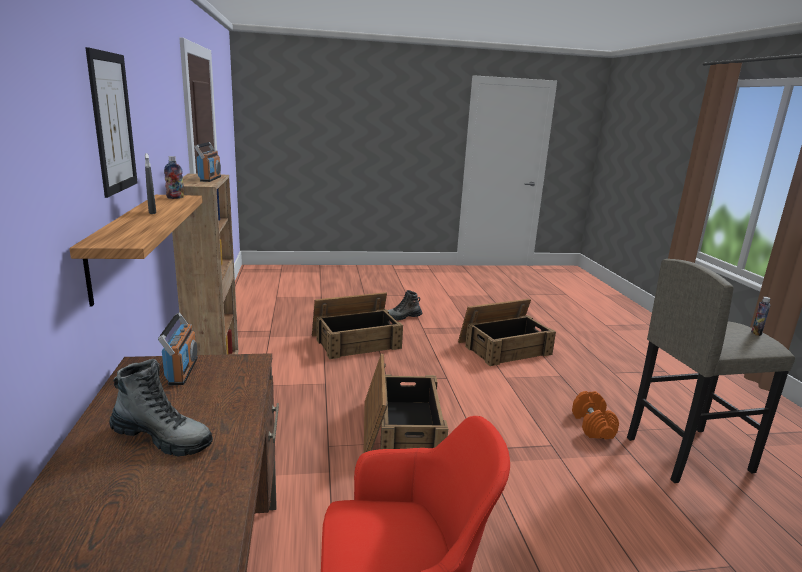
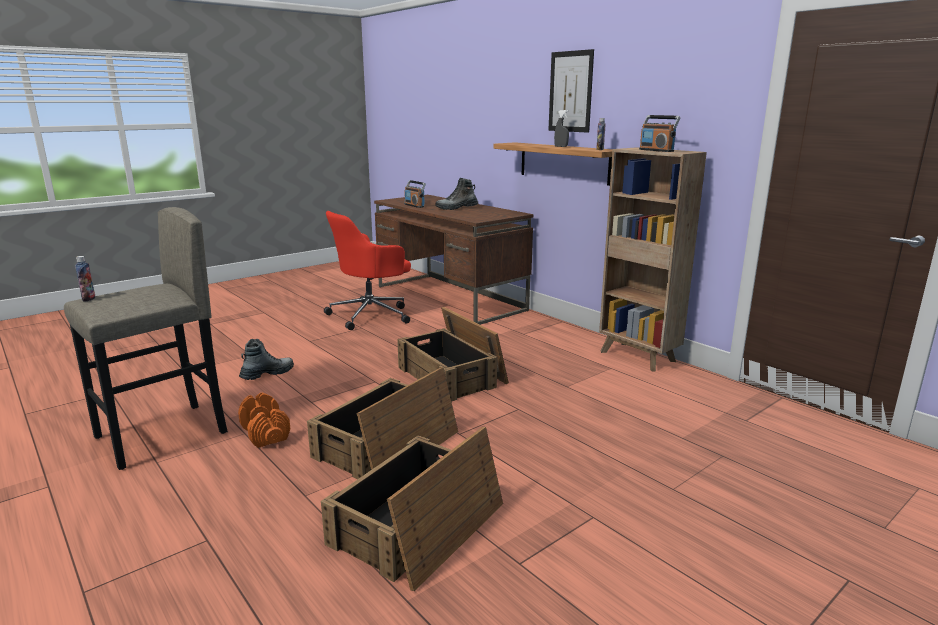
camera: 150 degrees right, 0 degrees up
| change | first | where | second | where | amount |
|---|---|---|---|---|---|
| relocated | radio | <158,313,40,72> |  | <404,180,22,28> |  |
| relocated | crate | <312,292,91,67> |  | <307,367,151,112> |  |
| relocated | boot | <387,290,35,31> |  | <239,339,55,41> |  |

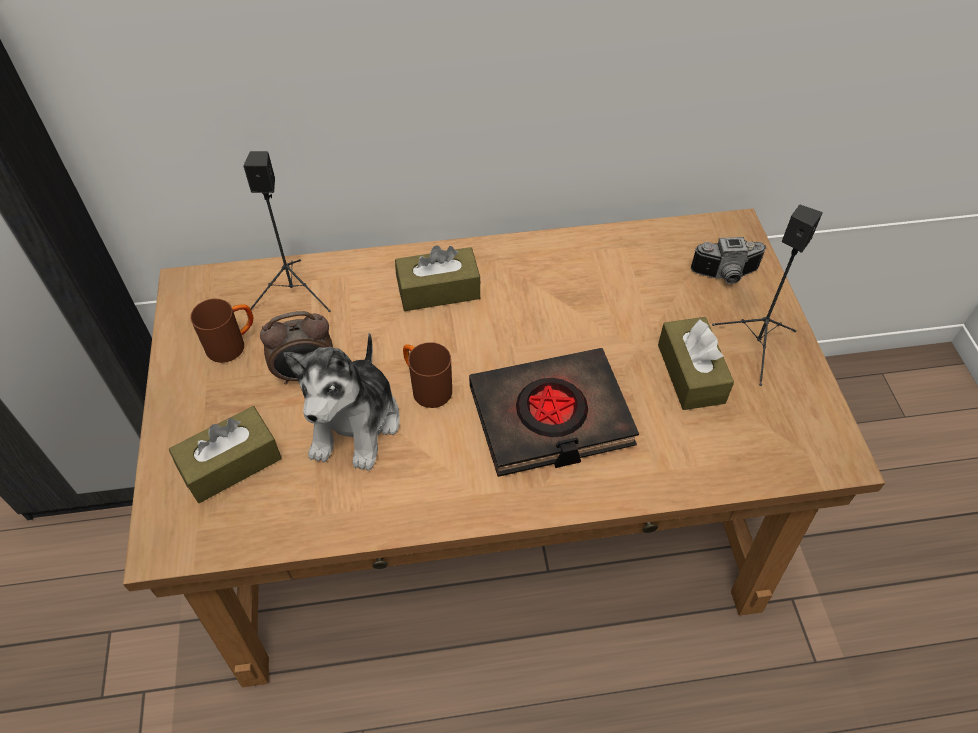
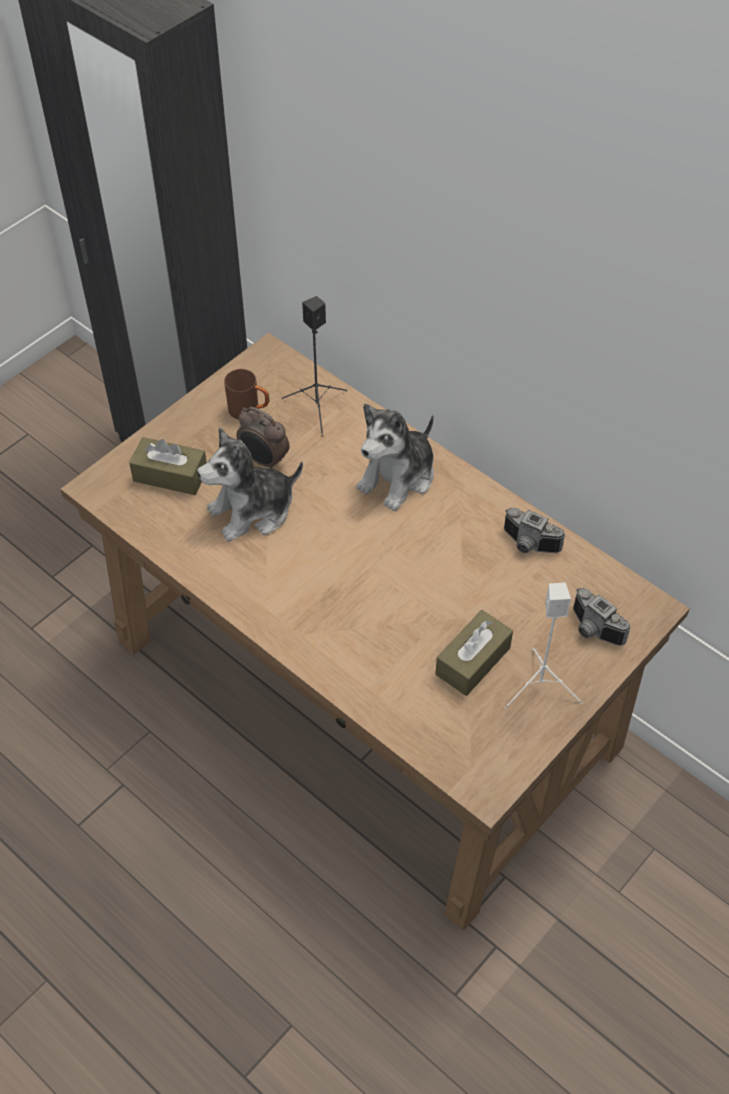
camera: 50 degrees right, 0 degrees up
| change | first | where | second | where | amount |
|---|---|---|---|---|---|
| missing | brown mug | <403,342,49,66> |  |  |  |
| missing | black book | <469,348,170,129> |  |  |  |
| appeared |  |  | photo camera | <504,508,62,45> |  |
| exchanged | brown tissue box | <395,245,86,66> | plush toy | <356,403,78,108> |  |
| colour | black speaker | <712,205,111,181> | white speaker | <505,583,78,126> |  |

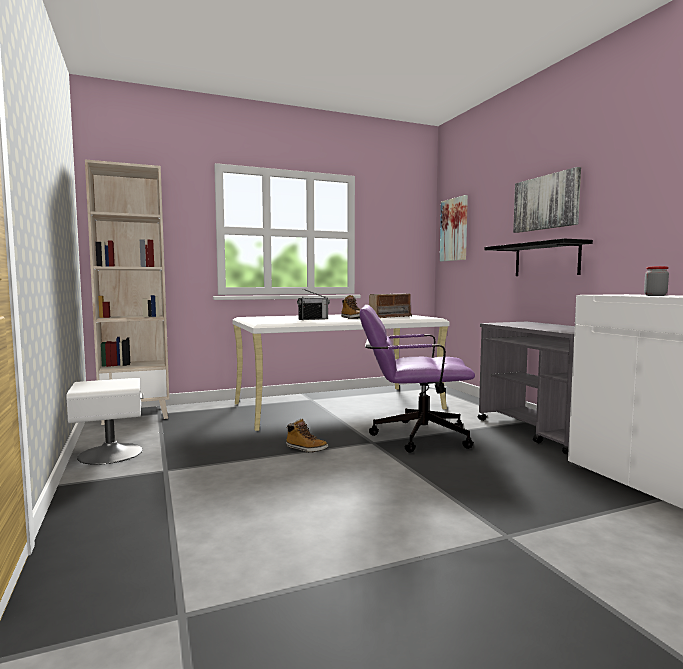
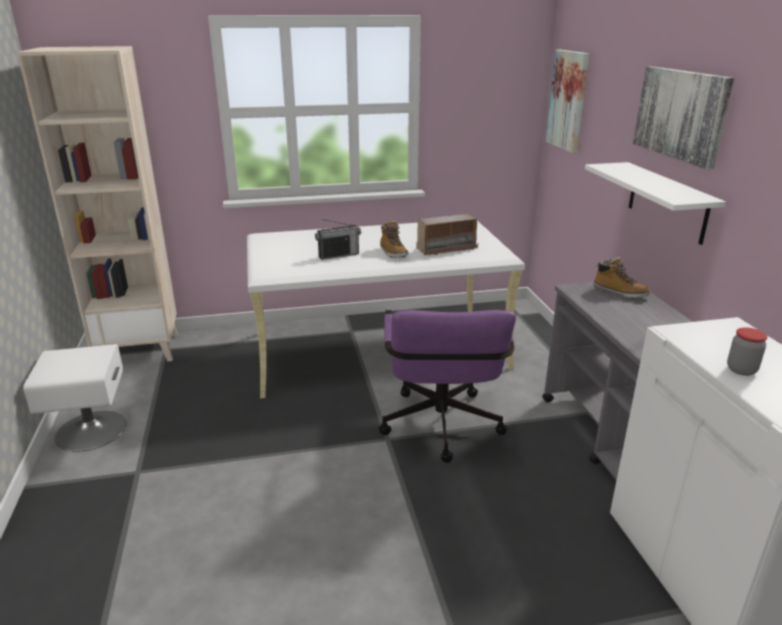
camera: 10 degrees right, 20 degrees up
| change | first | where | second | where | amount |
|---|---|---|---|---|---|
| relocated | boot | <286,419,42,33> |  | <593,257,58,42> |  |
| colour | black shelf | <484,238,109,38> | white shelf | <585,162,141,83> |  |
| spun | purple office chair | <359,305,116,148> |  | <379,310,137,153> | 105 degrees counterclockwise |

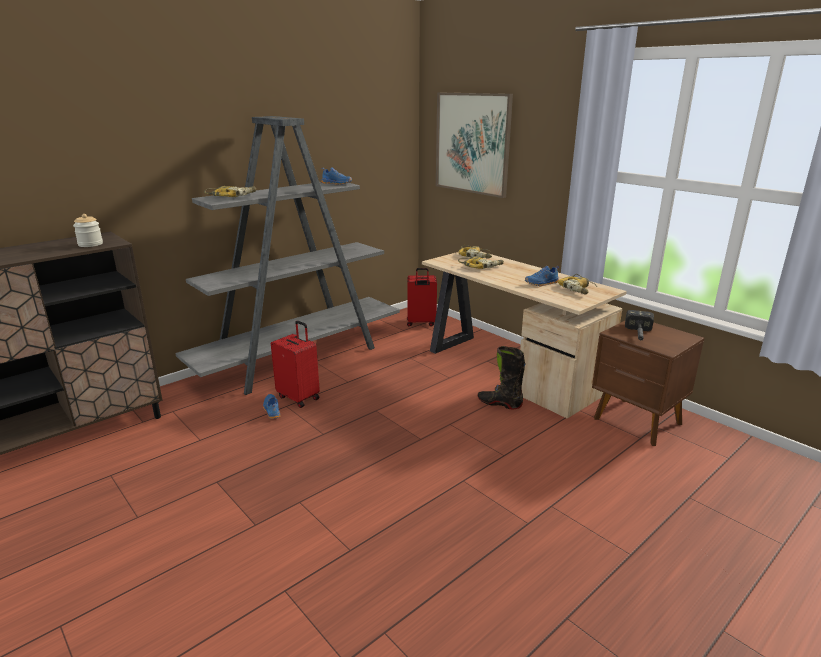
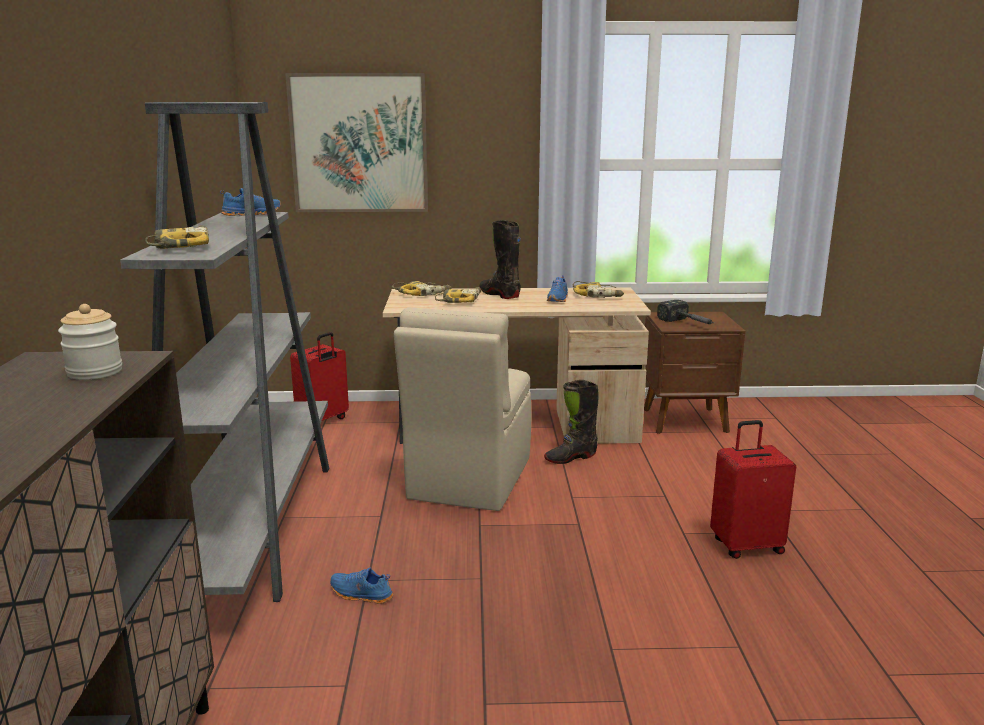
camera: 50 degrees left, 5 degrees down
| change | first | where | second | where | amount |
|---|---|---|---|---|---|
| appeared |  |  | beige chair | <394,307,137,204> |  |
| appeared |  |  | black boot | <479,220,42,79> |  |
| relocated | red suitcase | <271,321,49,87> |  | <710,420,86,139> |  |

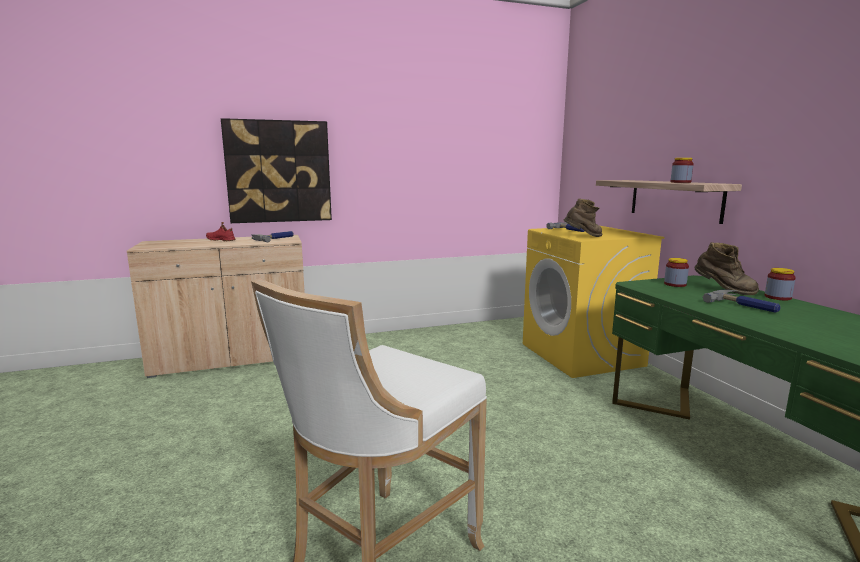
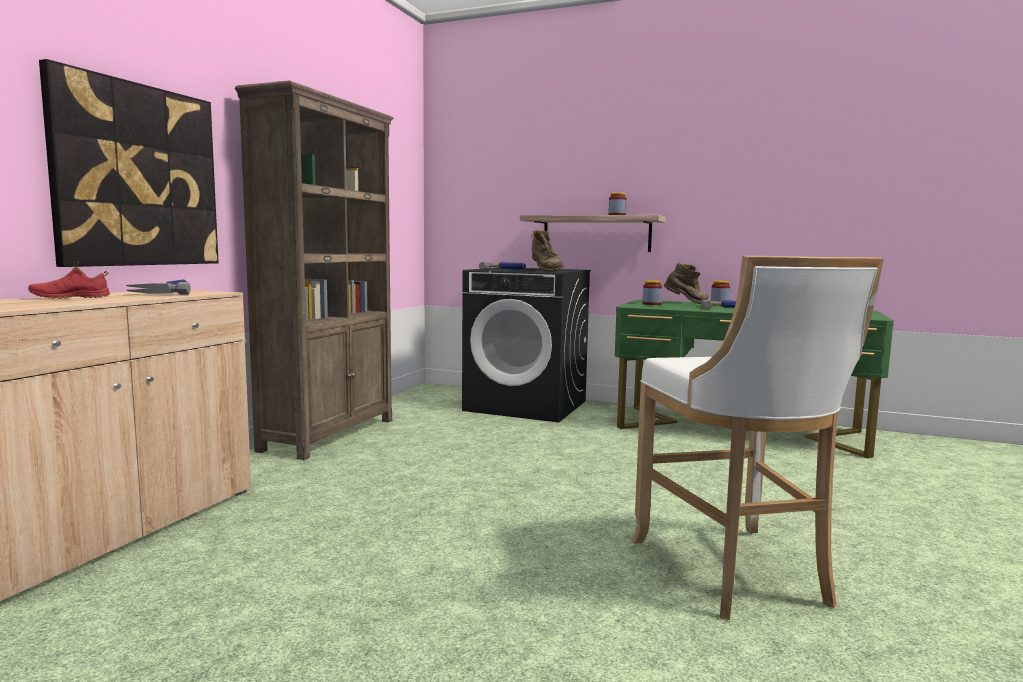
camera: 50 degrees left, 5 degrees down
| change | first | where | second | where | amount |
|---|---|---|---|---|---|
| appeared |  |  | brown bookcase | <235,81,159,379> |  |
| colour | yellow washing machine | <523,226,141,152> | black washing machine | <462,268,129,154> |  |
| spun | brown boot | <564,198,38,39> |  | <531,230,33,42> | 135 degrees clockwise |

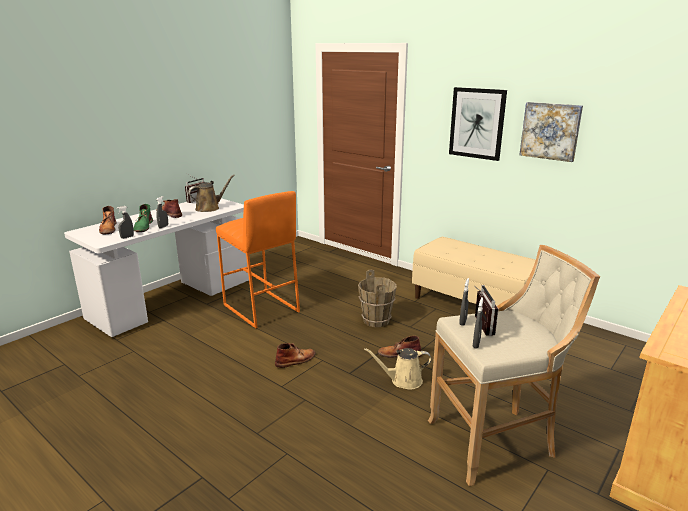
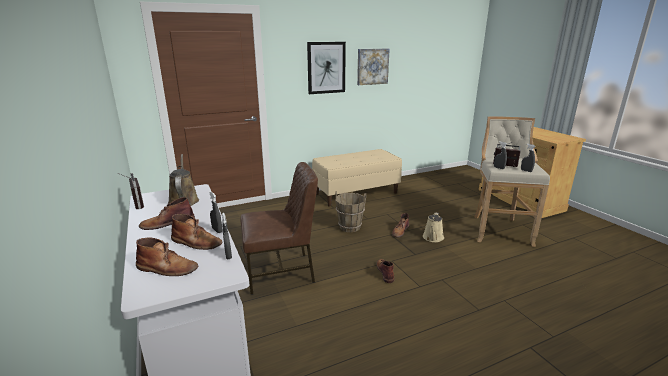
camera: 65 degrees left, 0 degrees up
| change | first | where | second | where | amount |
|---|---|---|---|---|---|
| exchanged | orange stool | <216,191,84,137> | brown chair | <241,162,77,133> |  |
| colour | green boot | <134,204,19,28> | brown boot | <171,214,52,36> |  |

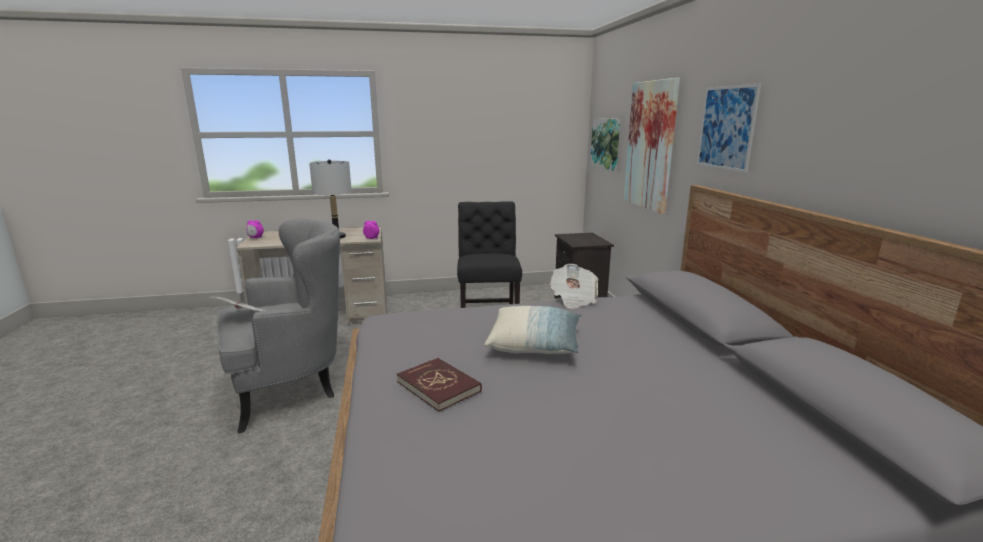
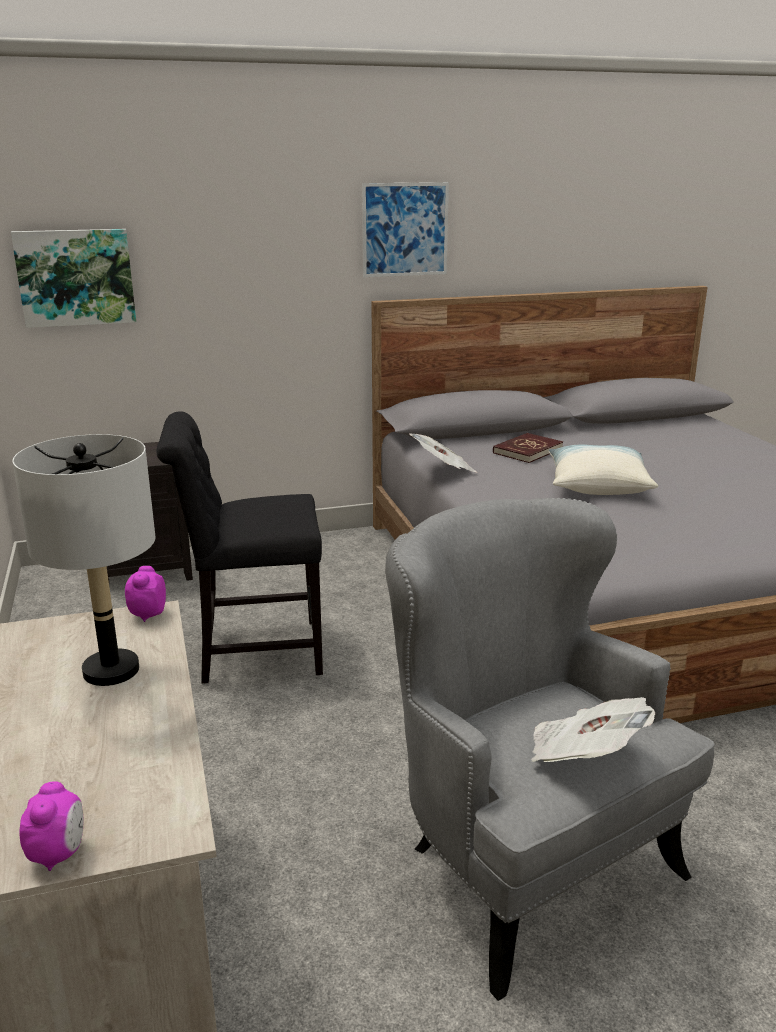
camera: 95 degrees left, 5 degrees up
| change | first | where | second | where | amount |
|---|---|---|---|---|---|
| missing | picture | <624,78,56,136> |  |  |  |
| relocated | red book | <397,358,85,53> |  | <493,433,70,30> |  |

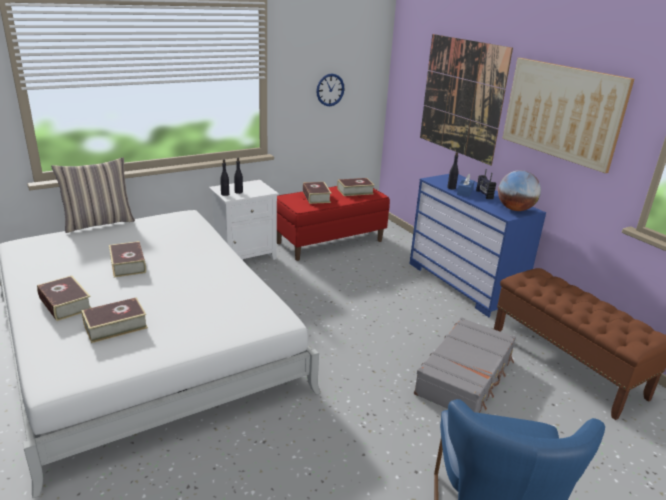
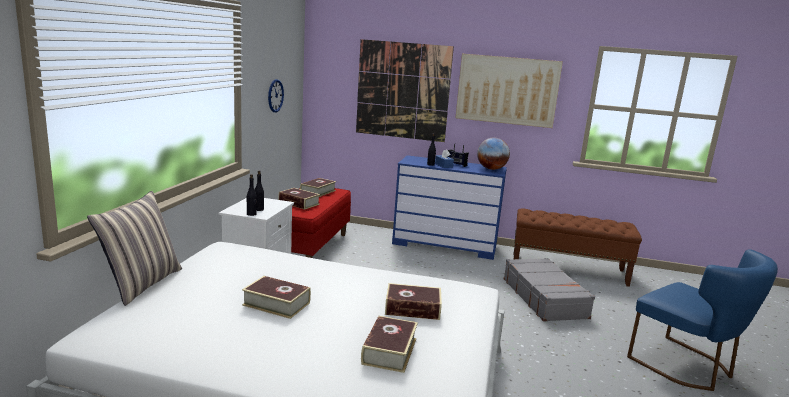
camera: 45 degrees left, 10 degrees down
| change | first | where | second | where | amount |
|---|---|---|---|---|---|
| relocated | book | <37,276,54,45> |  | <385,283,57,37> |  |

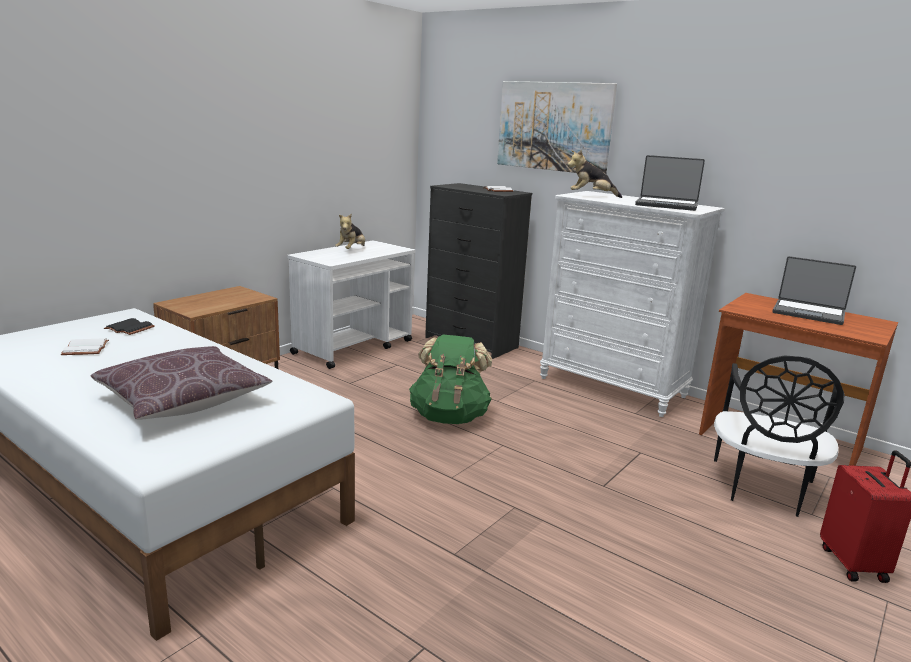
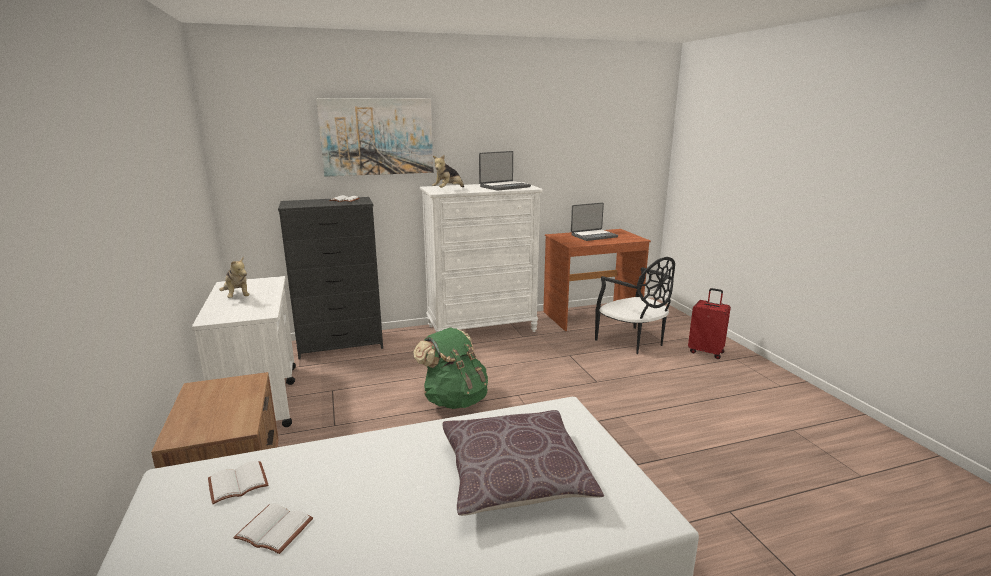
camera: 55 degrees left, 0 degrees up
| change | first | where | second | where | amount |
|---|---|---|---|---|---|
| colour | black book | <104,318,51,17> | white book | <208,461,60,43> |  |

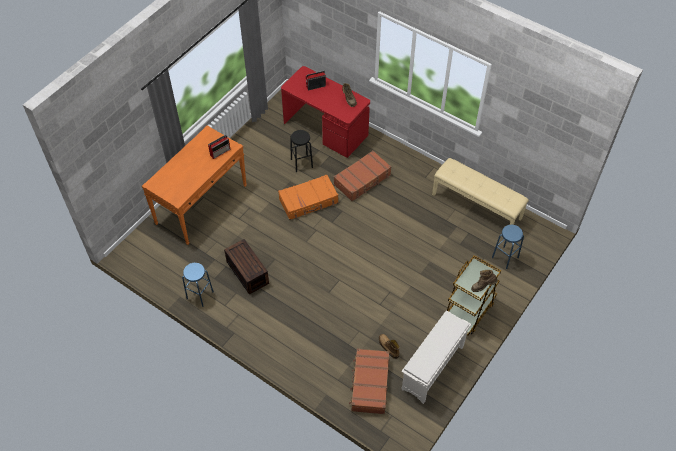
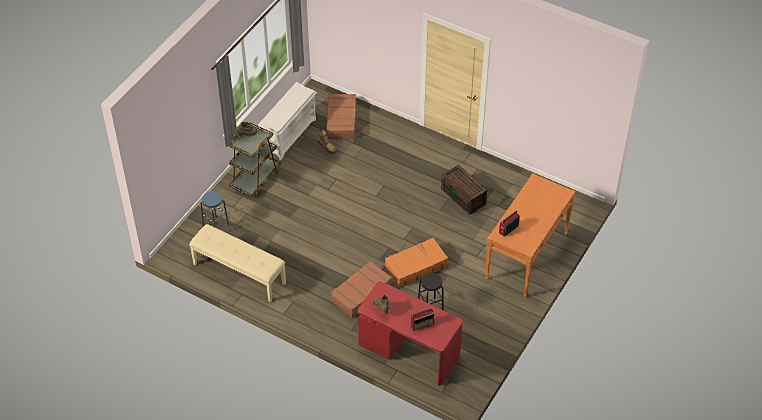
camera: 175 degrees right, 5 degrees down
| change | first | where | second | where | amount |
|---|---|---|---|---|---|
| missing | blue stool | <182,263,32,44> |  |  |  |

